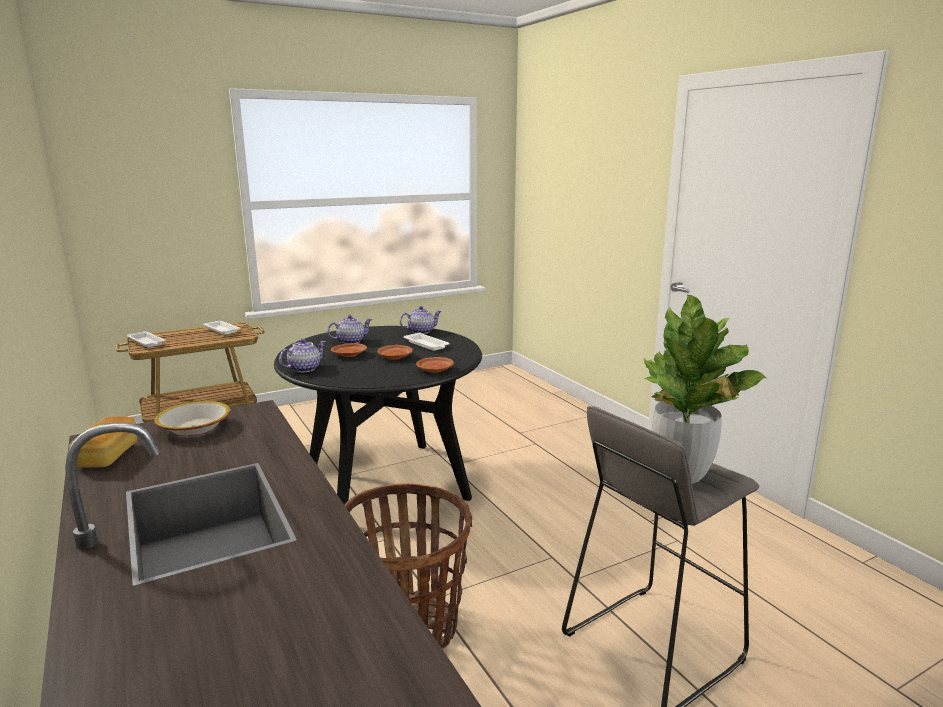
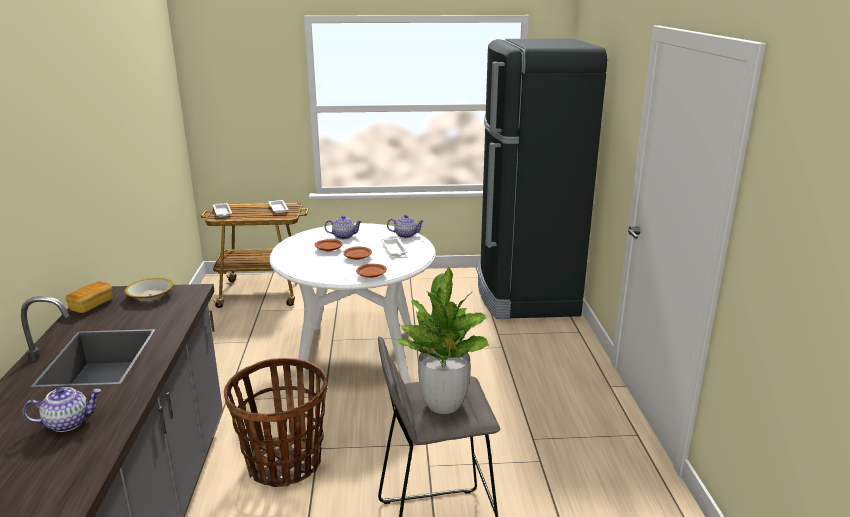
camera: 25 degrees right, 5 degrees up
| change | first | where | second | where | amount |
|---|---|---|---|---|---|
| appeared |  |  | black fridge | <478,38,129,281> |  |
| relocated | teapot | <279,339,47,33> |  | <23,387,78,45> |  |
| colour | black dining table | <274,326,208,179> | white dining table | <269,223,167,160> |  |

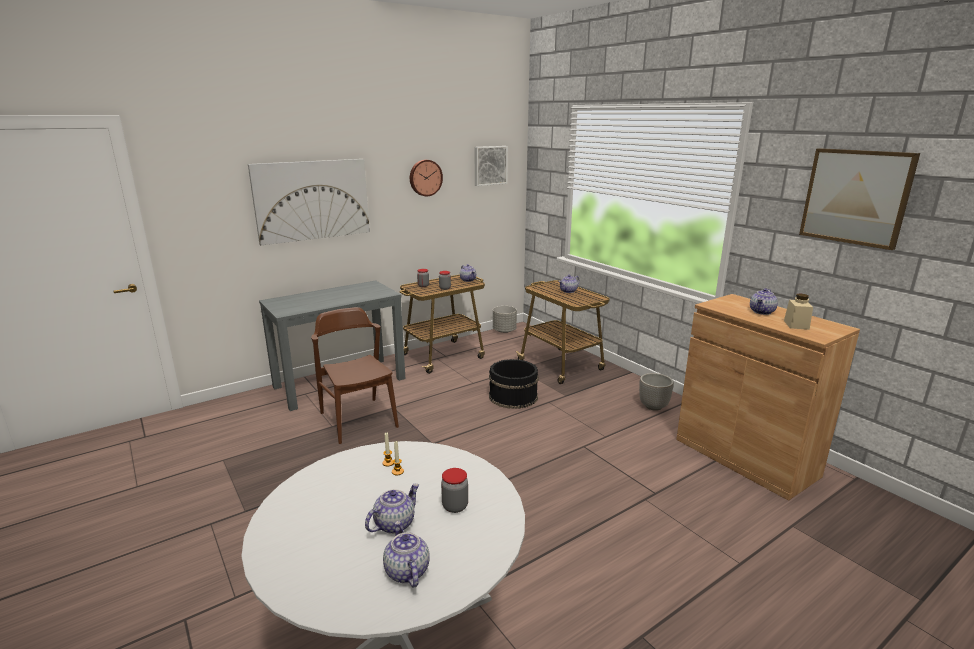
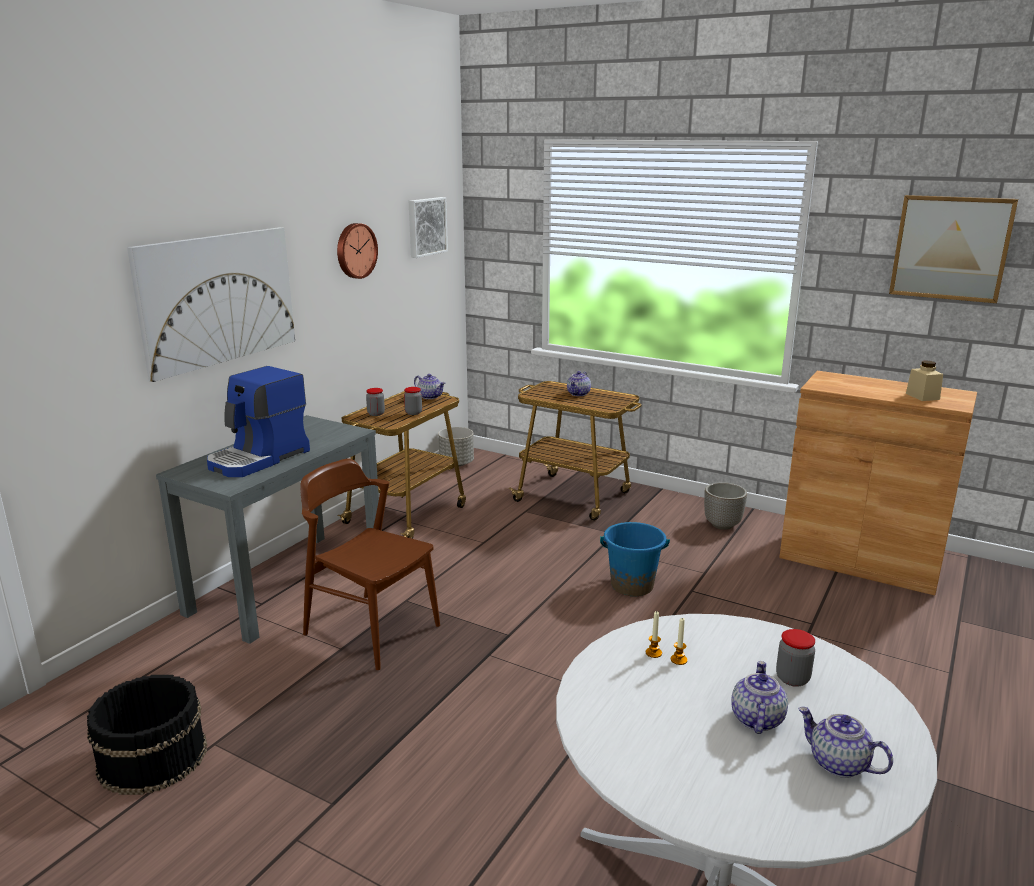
camera: 25 degrees left, 0 degrees up
| change | first | where | second | where | amount |
|---|---|---|---|---|---|
| missing | teapot | <750,288,28,27> |  |  |  |
| appeared |  |  | coffee machine | <207,366,103,111> |  |
| appeared |  |  | blue bucket | <600,522,70,74> |  |
| relocated | black bucket | <489,359,50,50> |  | <87,675,120,120> |  |

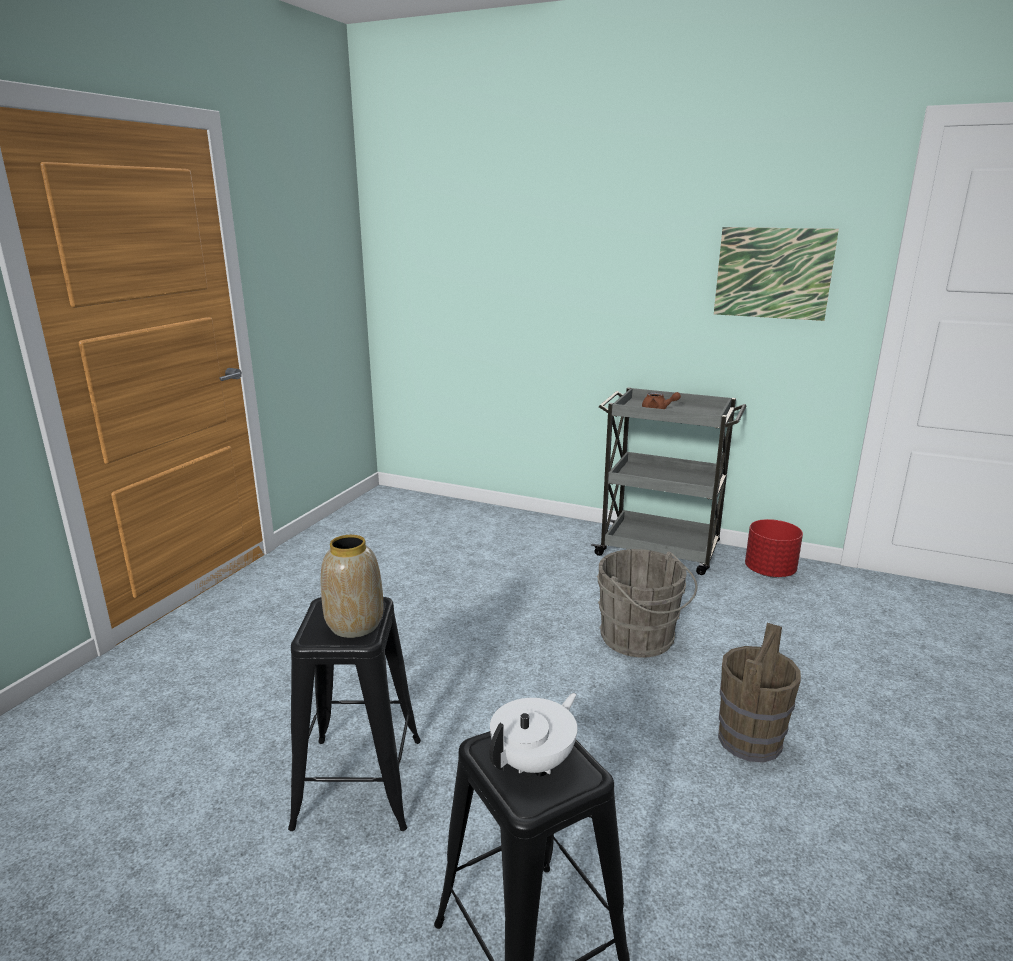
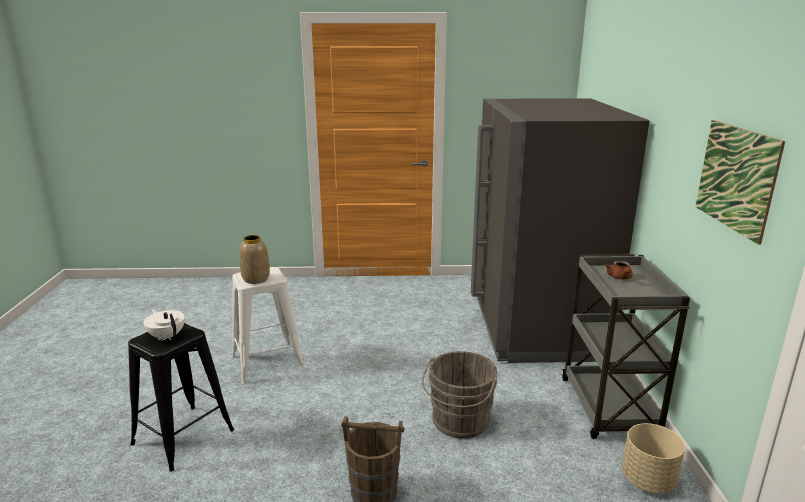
camera: 65 degrees right, 0 degrees up
| change | first | where | second | where | amount |
|---|---|---|---|---|---|
| appeared |  |  | grey fridge | <471,98,178,265> |  |
| colour | black stool | <288,597,133,234> | white stool | <232,267,73,117> |  |
| colour | red planter | <745,519,58,58> | beige planter | <622,423,63,71> |  |
| spun | white teapot | <489,693,88,82> |  | <143,309,42,32> | 150 degrees counterclockwise |

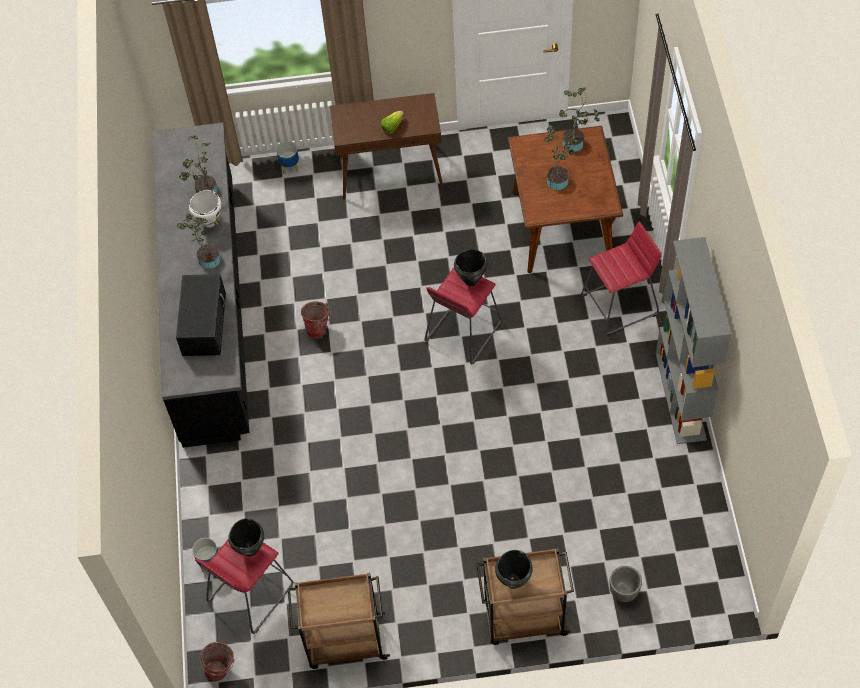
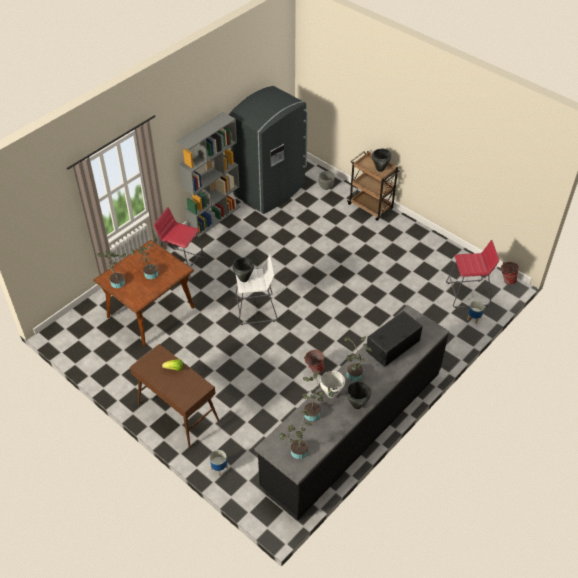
camera: 135 degrees left, 10 degrees down
| change | first | where | second | where | amount |
|---|---|---|---|---|---|
| missing | brown cart | <288,573,102,96> |  |  |  |
| appeared |  |  | grey fridge | <228,86,80,128> |  |
| appeared |  |  | potted plant | <279,410,33,49> |  |
| relocated | black cooking pot | <228,518,36,38> |  | <346,381,25,28> |  |
| colour | red stool | <425,268,76,96> | white stool | <235,255,42,70> |  |

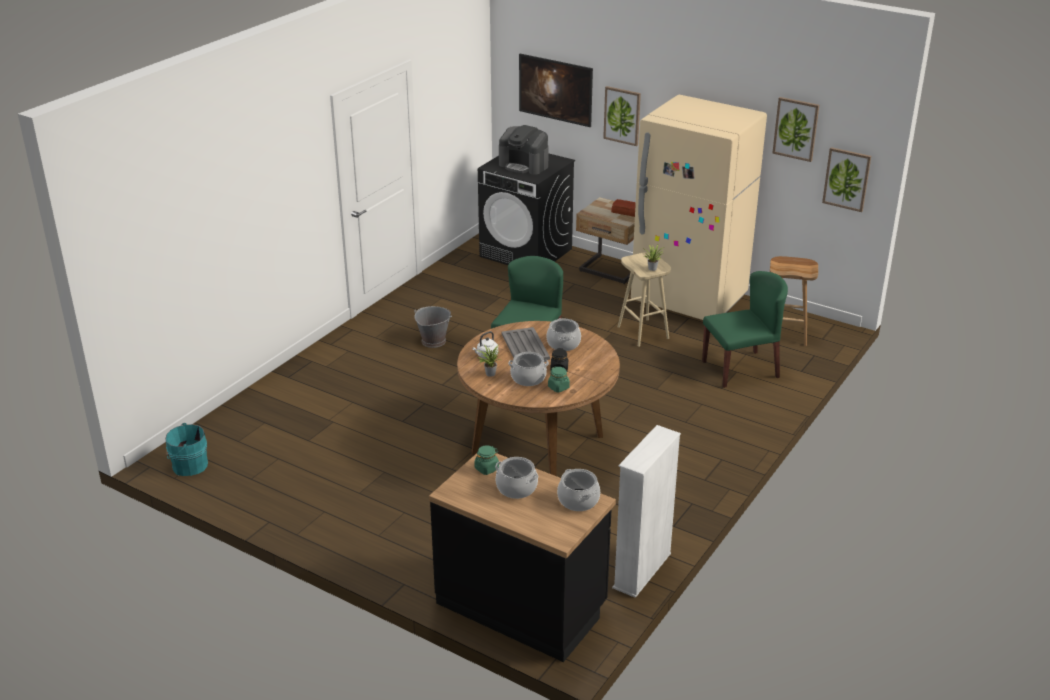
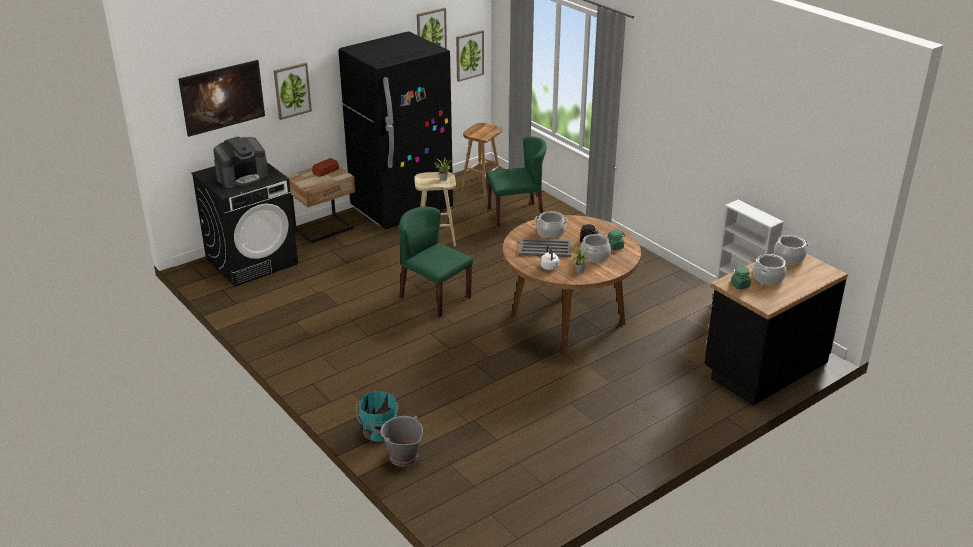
camera: 70 degrees left, 0 degrees up
| change | first | where | second | where | amount |
|---|---|---|---|---|---|
| relocated | turquoise bucket | <165,423,43,53> |  | <356,391,42,51> |  |
| relocated | grey bucket | <414,306,38,42> |  | <380,416,43,51> |  |
| colour | beige fridge | <631,95,136,225> | black fridge | <339,31,114,199> |  |
| spun | green chair | <702,271,86,117> |  | <486,136,61,91> | 75 degrees clockwise |

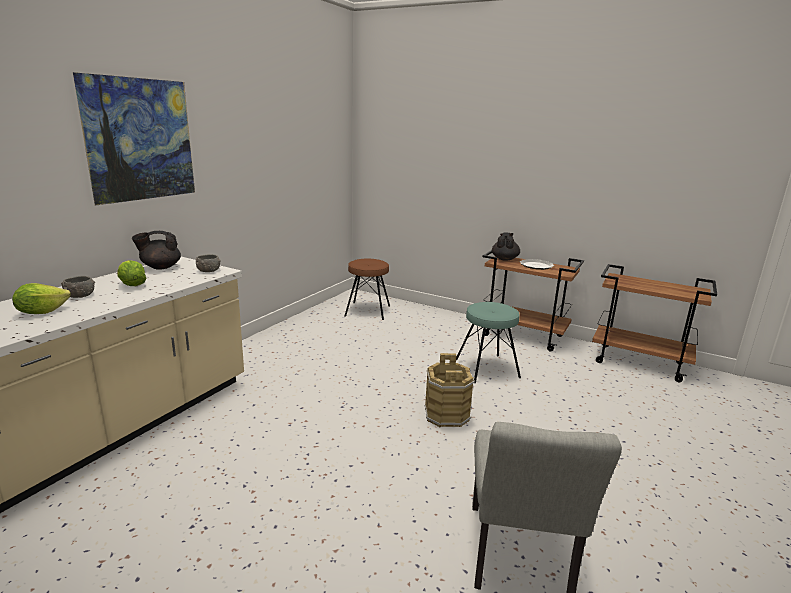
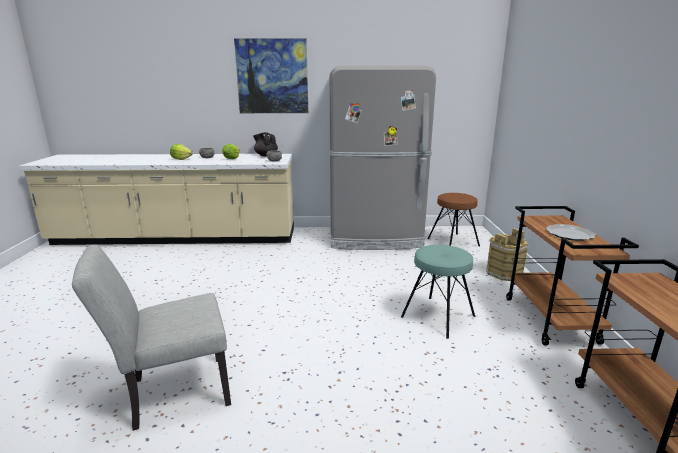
camera: 60 degrees right, 0 degrees up
| change | first | where | second | where | amount |
|---|---|---|---|---|---|
| missing | black teapot | <492,233,28,28> |  |  |  |
| appeared |  |  | grey fridge | <329,66,107,184> |  |
| relocated | brown bucket | <425,353,50,74> |  | <486,228,43,53> |  |

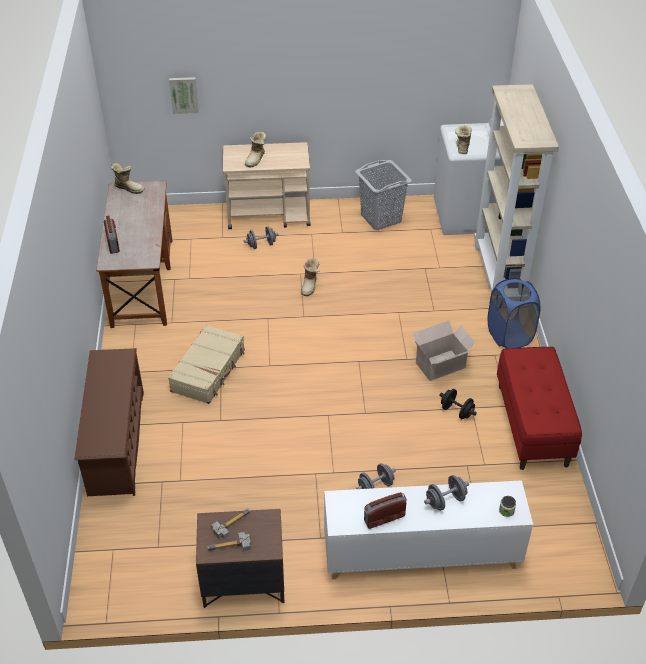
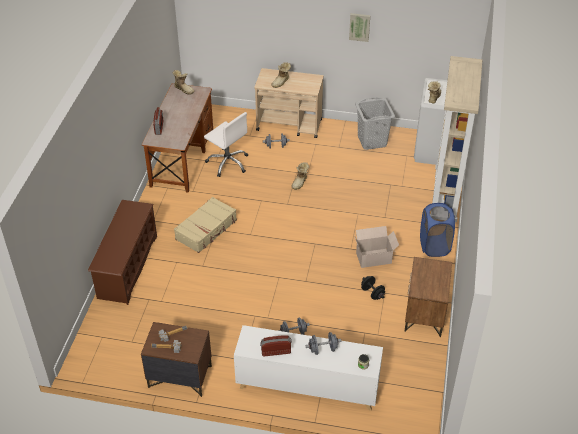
camera: 15 degrees right, 0 degrees up
| change | first | where | second | where | amount |
|---|---|---|---|---|---|
| appeared |  |  | white office chair | <204,112,44,65> |  |
| relocated | picture | <169,77,30,37> |  | <349,13,21,29> |  |
| exchanged | red bench | <497,347,85,123> | brown nightstand | <405,257,47,80> |  |

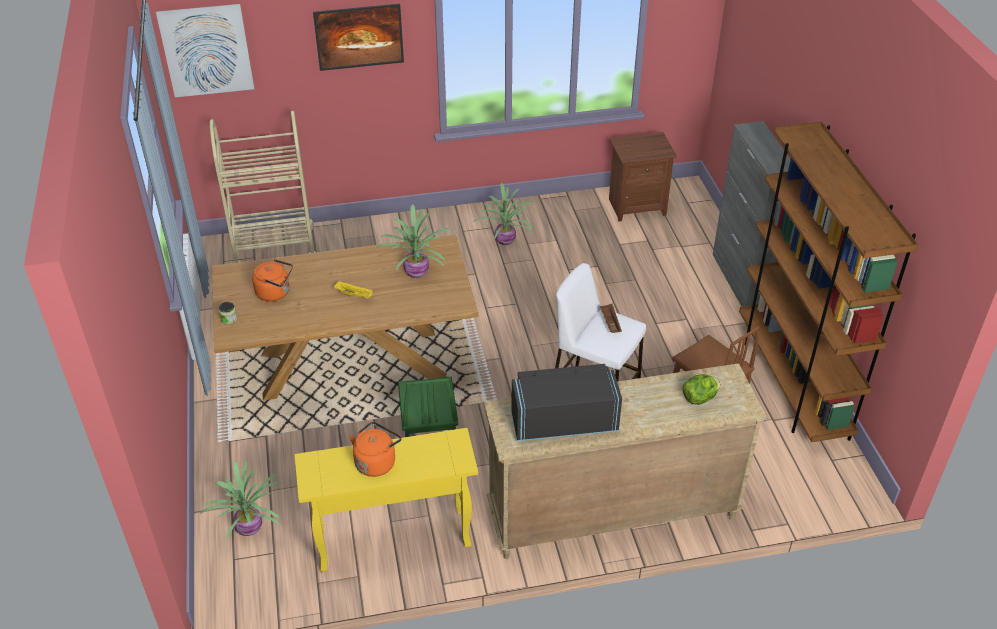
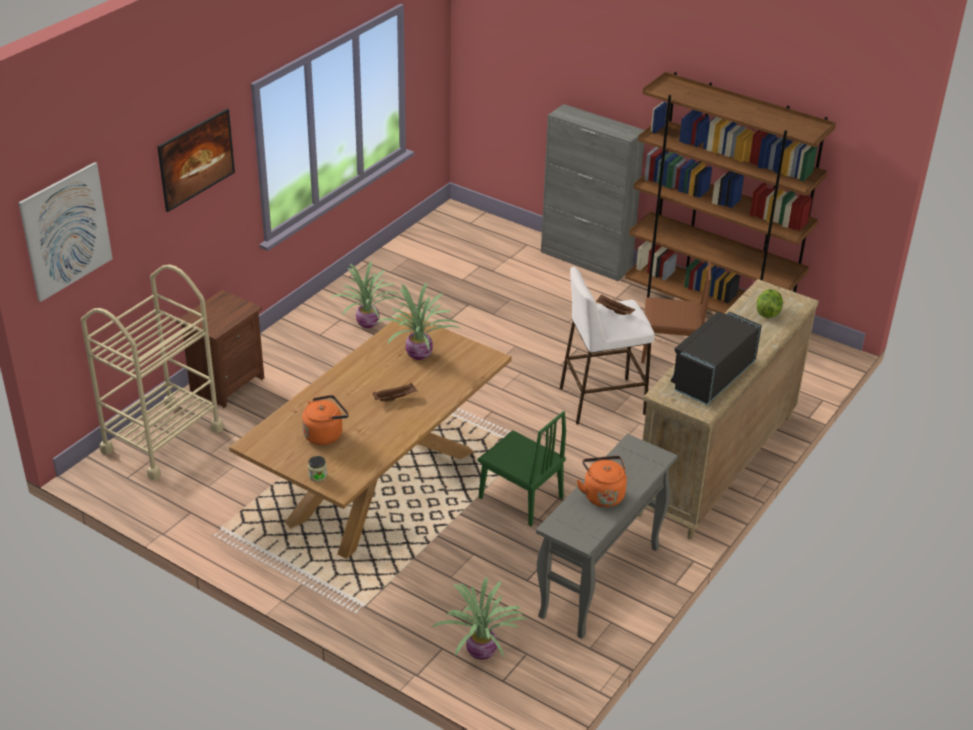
camera: 45 degrees left, 5 degrees down
| change | first | where | second | where | amount |
|---|---|---|---|---|---|
| relocated | brown nightstand | <609,132,68,90> |  | <176,290,88,118> |  |
| colour | yellow console table | <295,428,183,144> | grey console table | <536,434,142,205> |  |
| colour | yellow tray | <333,281,40,18> | brown tray | <373,383,45,19> |  |

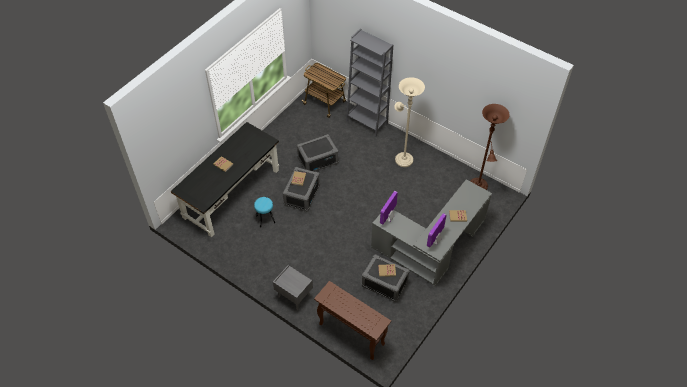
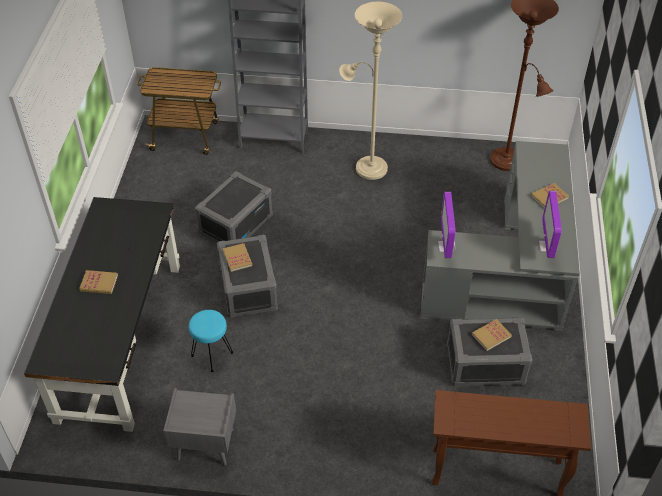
camera: 30 degrees left, 5 degrees down
| change | first | where | second | where | amount |
|---|---|---|---|---|---|
| relocated | grey nightstand | <273,264,40,46> |  | <163,388,73,77> |  |

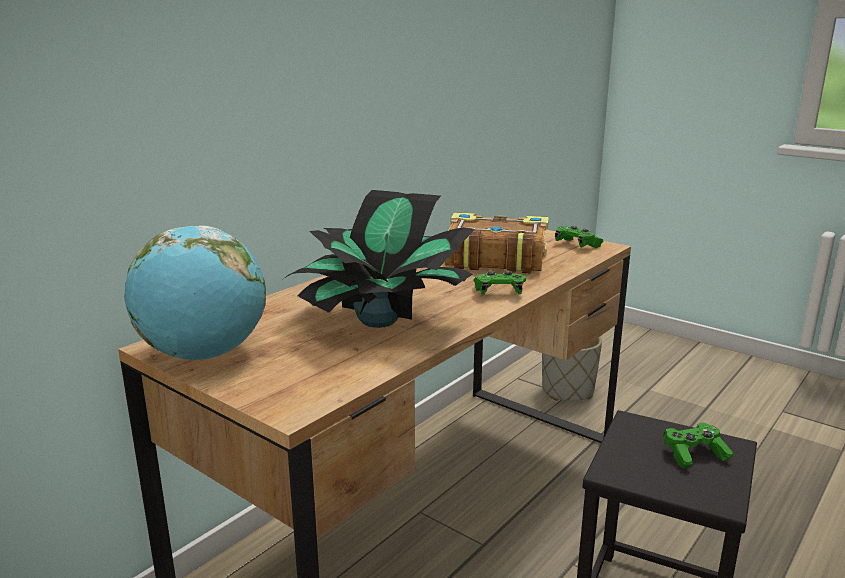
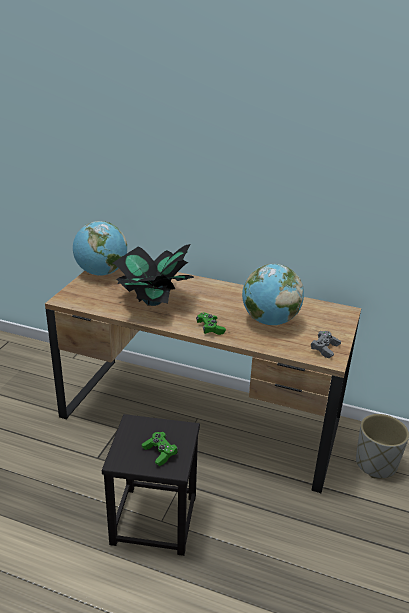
camera: 70 degrees right, 10 degrees up
| change | first | where | second | where | amount |
|---|---|---|---|---|---|
| exchanged | book | <444,212,105,62> | globe | <242,264,62,61> |  |
| colour | green game controller | <555,226,49,22> | grey game controller | <311,331,30,27> |  |

